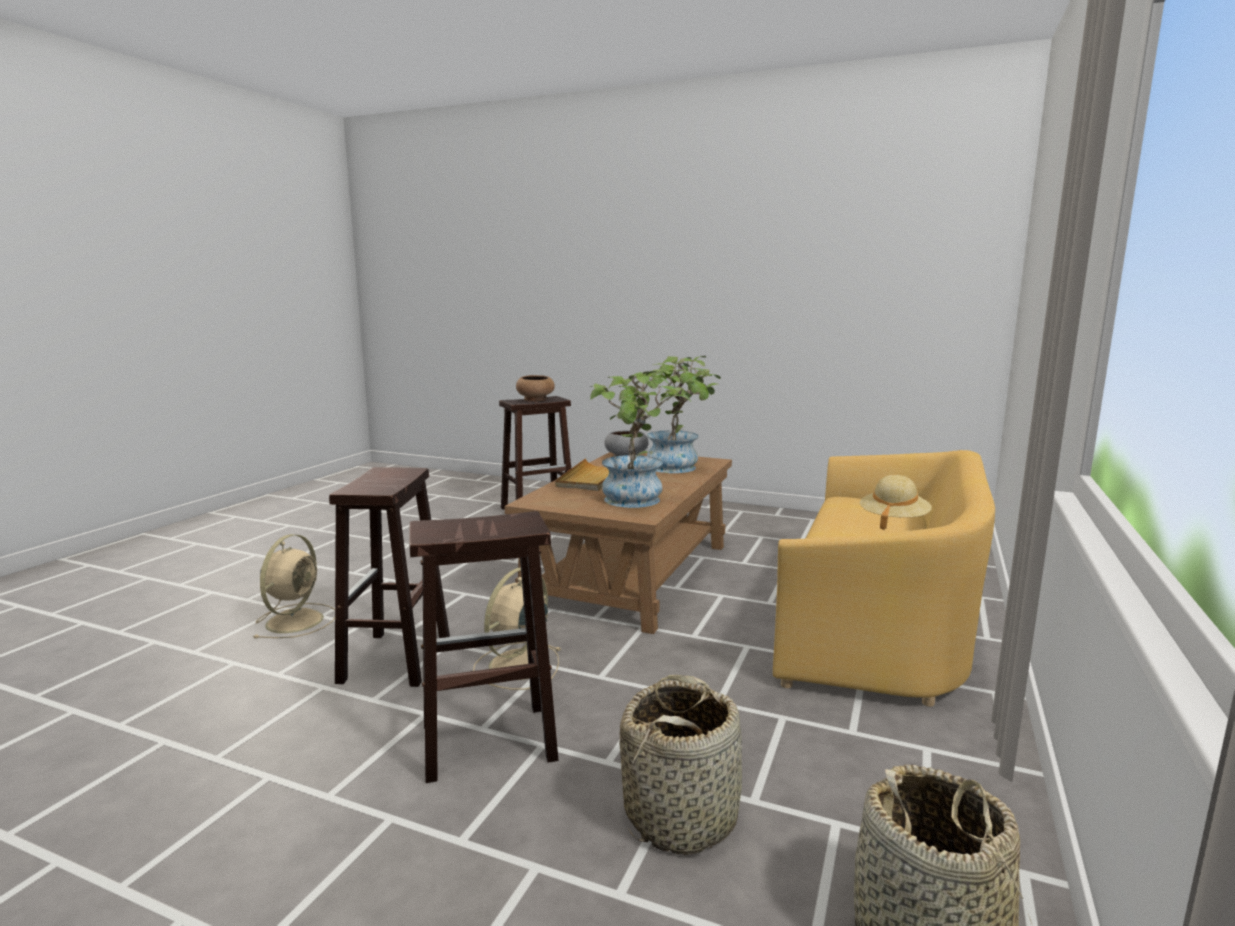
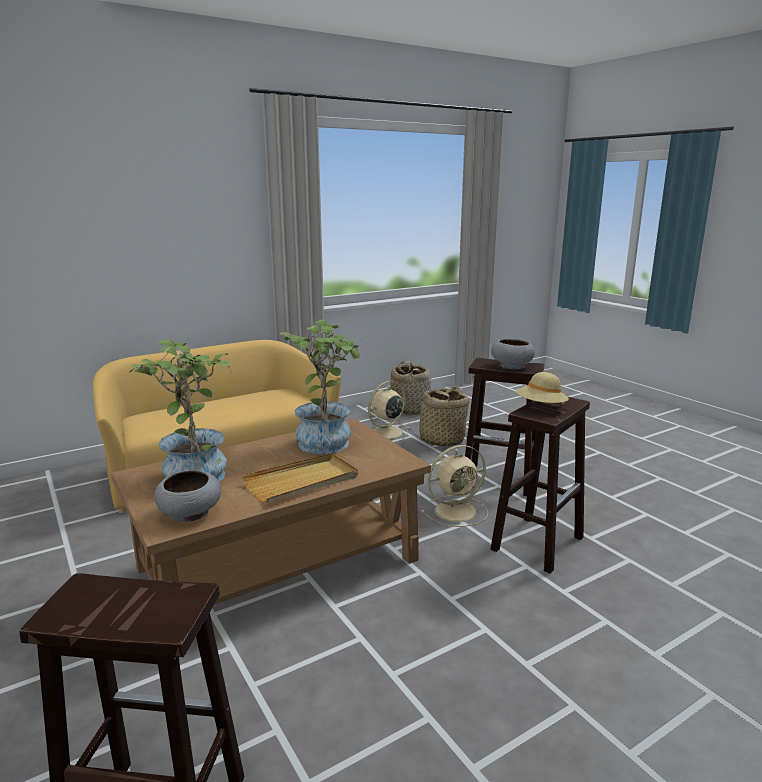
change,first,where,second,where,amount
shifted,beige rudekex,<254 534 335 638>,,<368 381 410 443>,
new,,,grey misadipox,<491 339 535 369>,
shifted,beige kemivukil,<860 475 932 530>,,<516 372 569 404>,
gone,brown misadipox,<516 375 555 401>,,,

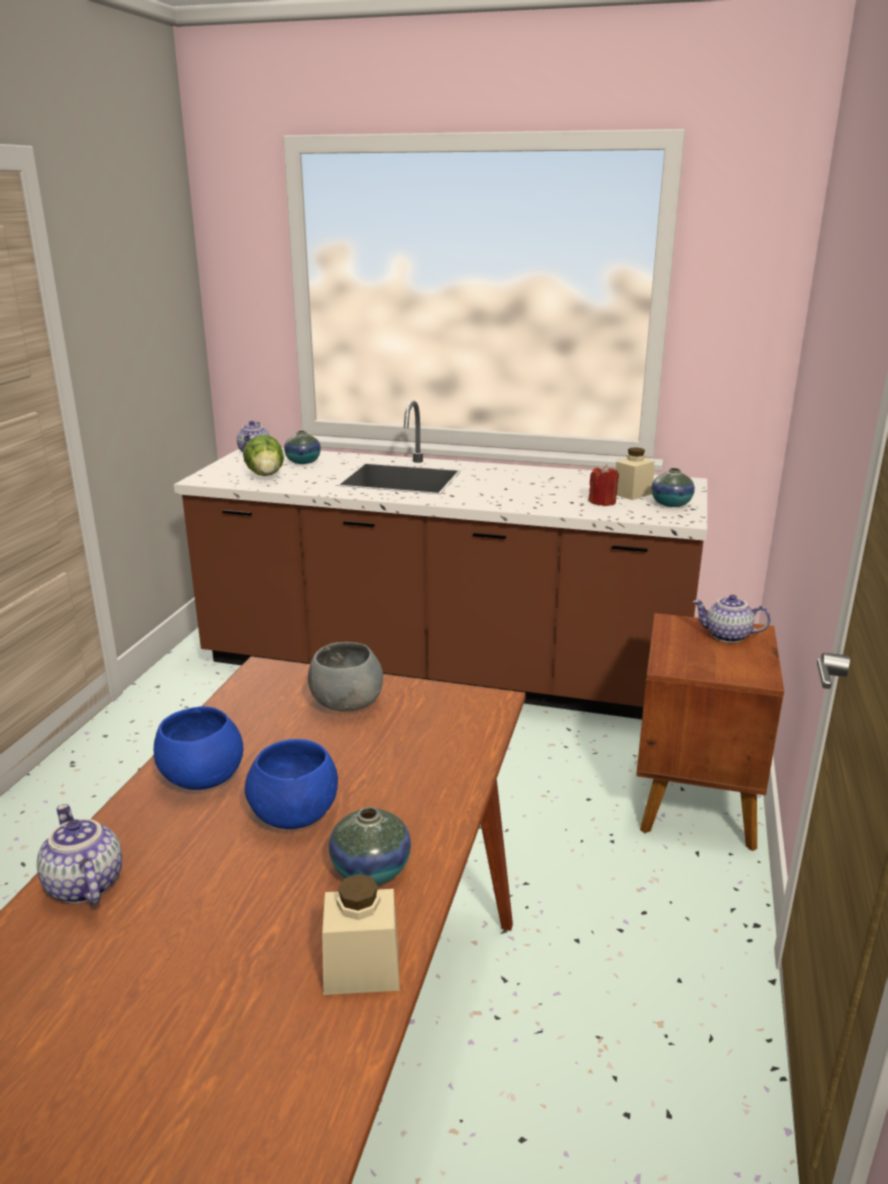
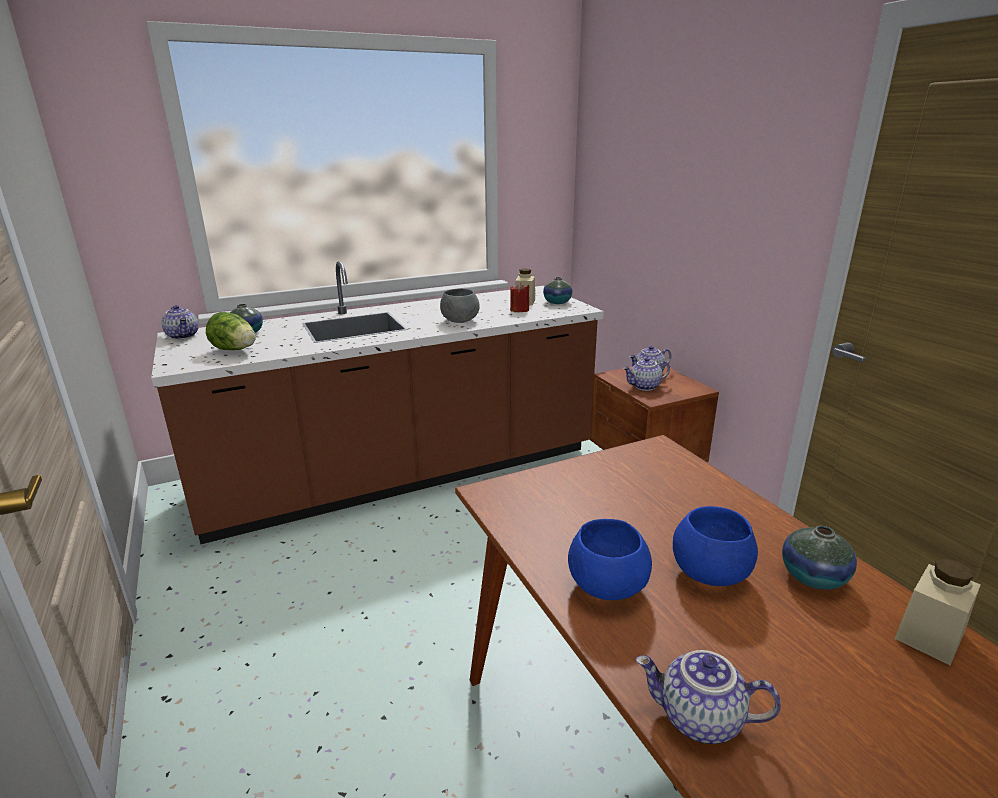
change,first,where,second,where,amount
shifted,grey misadipox,<308 642 383 712>,,<440 288 479 323>,
new,,,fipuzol,<623 357 670 391>,

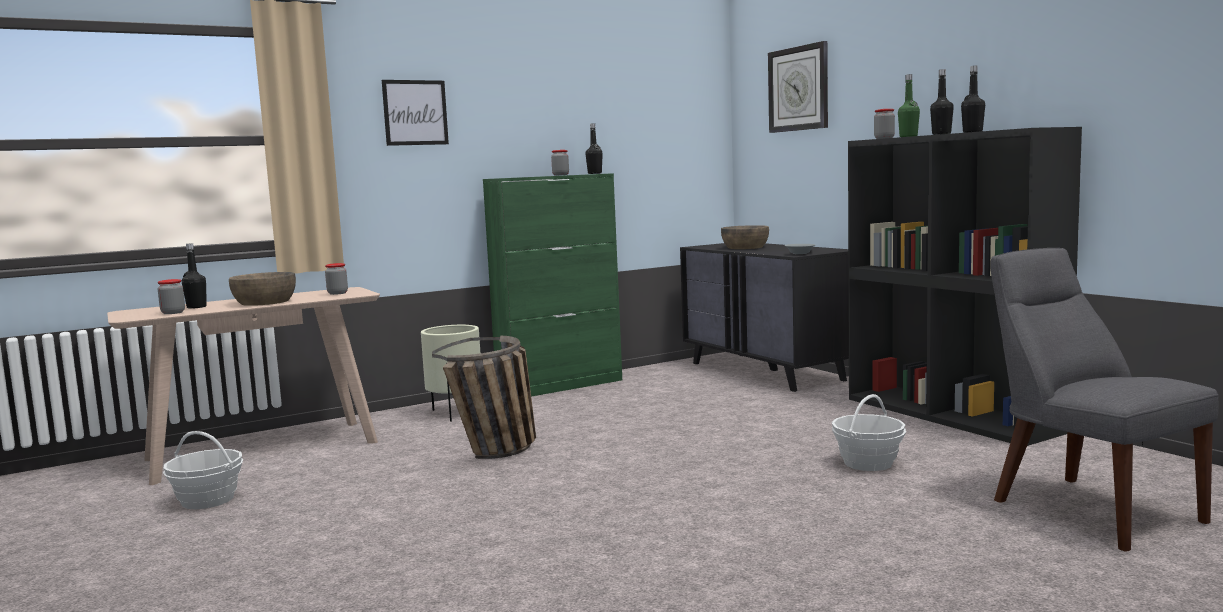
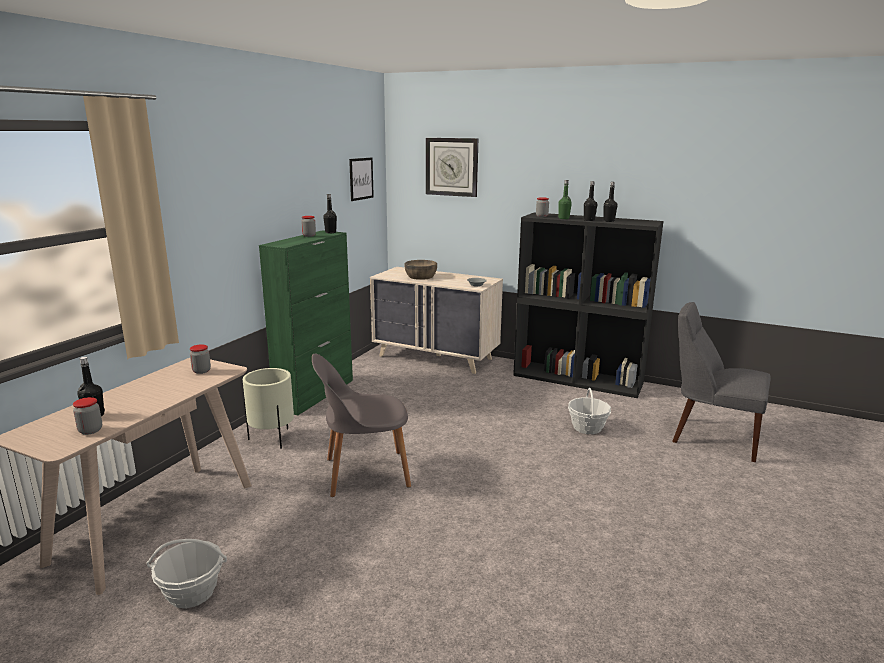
change,first,where,second,where,amount
swapped,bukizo,<432 335 536 459>,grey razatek,<312 354 411 497>,
shifted,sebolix,<382 80 449 146>,,<349 158 374 201>,
repainted,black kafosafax,<680 243 849 392>,beige kafosafax,<370 267 503 374>,
gone,brown misadipox,<229 272 296 306>,,,

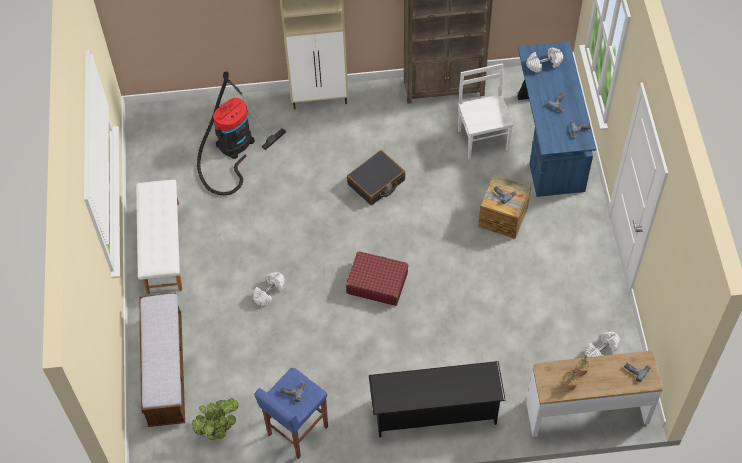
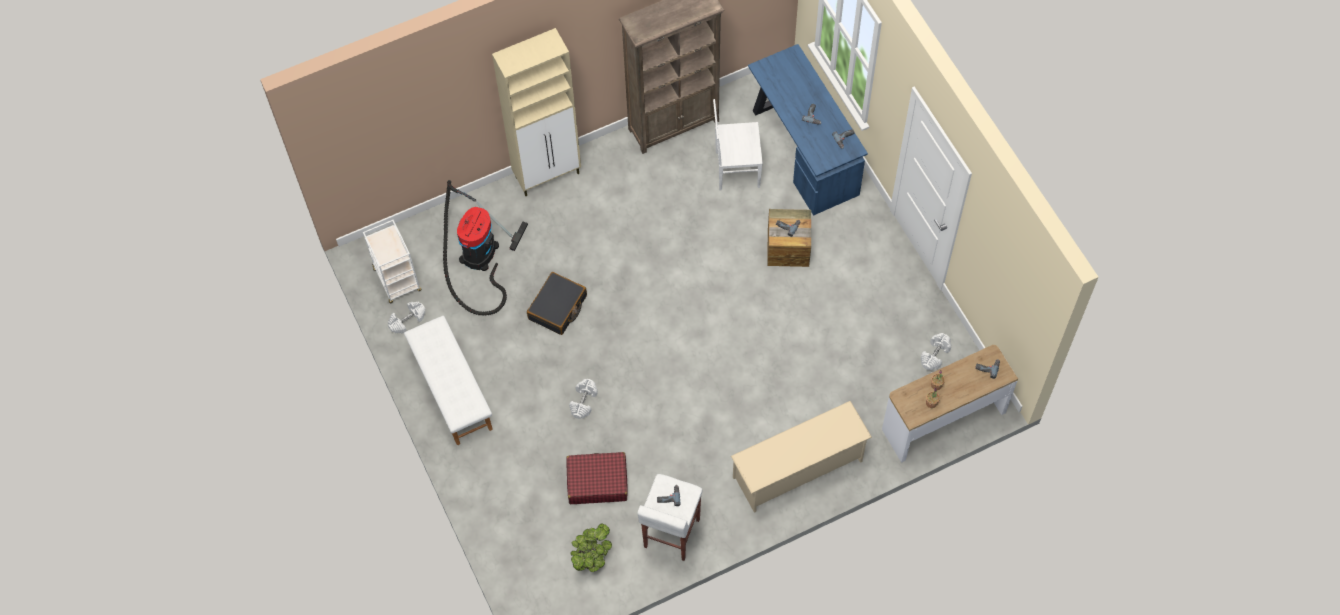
change,first,where,second,where,amount
new,,,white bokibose,<363 220 422 304>,
shifted,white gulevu,<526 48 563 73>,,<388 302 426 334>,
shifted,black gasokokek,<347 150 405 205>,,<527 272 587 335>,
shifted,red gasokokek,<346 252 408 306>,,<566 452 628 504>,
repainted,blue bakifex,<254 368 328 459>,white bakifex,<638 474 702 561>,
rotated,white razatek,<458 63 514 160>,,<713 99 763 191>,60 degrees counterclockwise
repainted,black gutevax,<369 361 506 437>,beige gutevax,<731 401 872 513>,
gone,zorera,<139 293 185 427>,,,

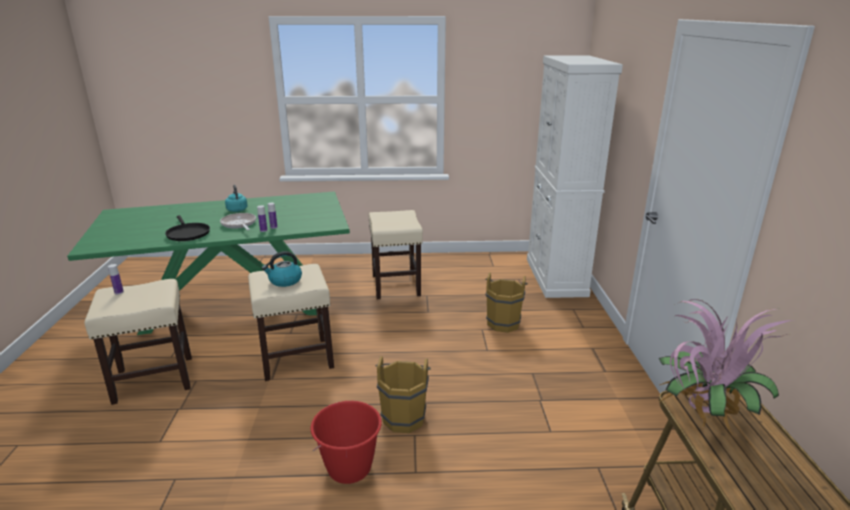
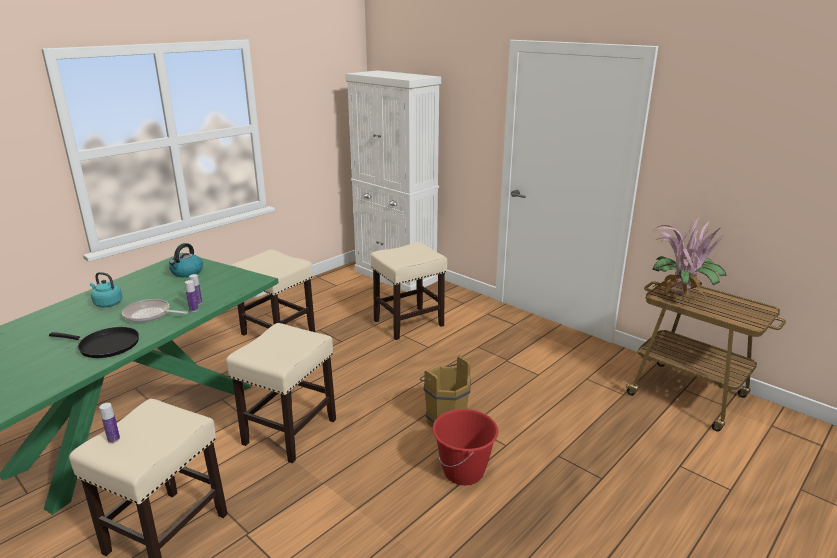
change,first,where,second,where,amount
shifted,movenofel,<262 251 302 287>,,<169 243 203 277>,
swapped,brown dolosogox,<485 272 528 333>,beige bakifex,<371 242 448 340>,

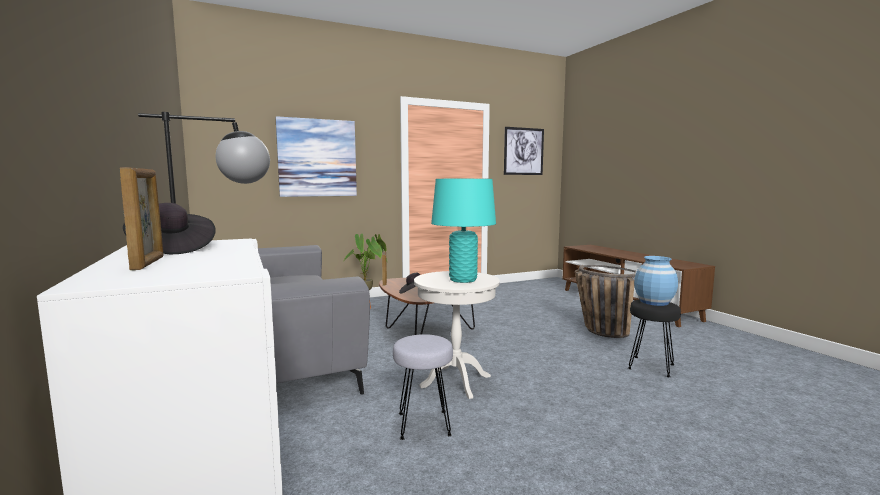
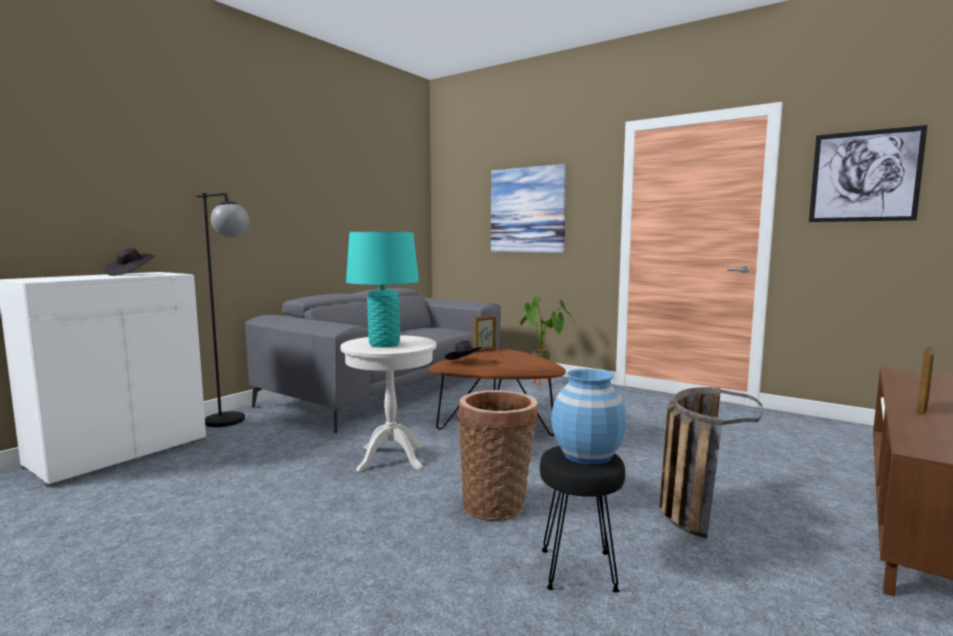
change,first,where,second,where,amount
new,,,bukizo,<458 390 539 521>,
shifted,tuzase,<120 167 164 270>,,<916 347 935 414>,
gone,grey bakifex,<393 334 453 440>,,,

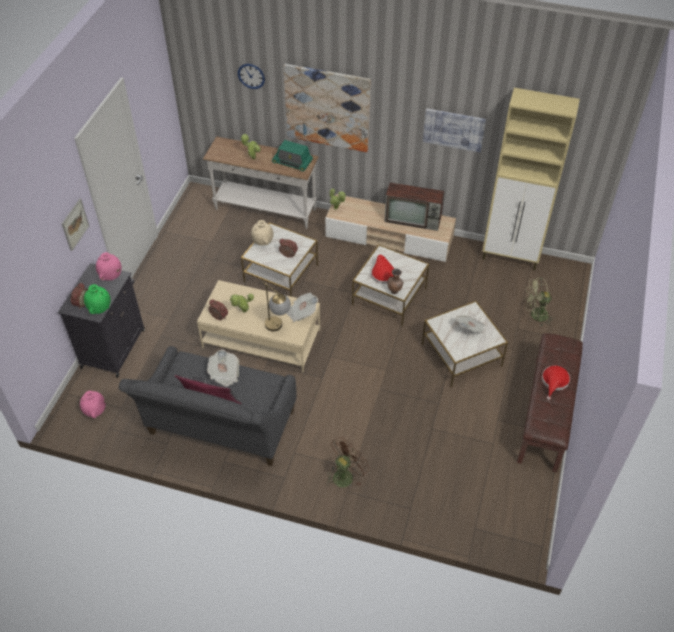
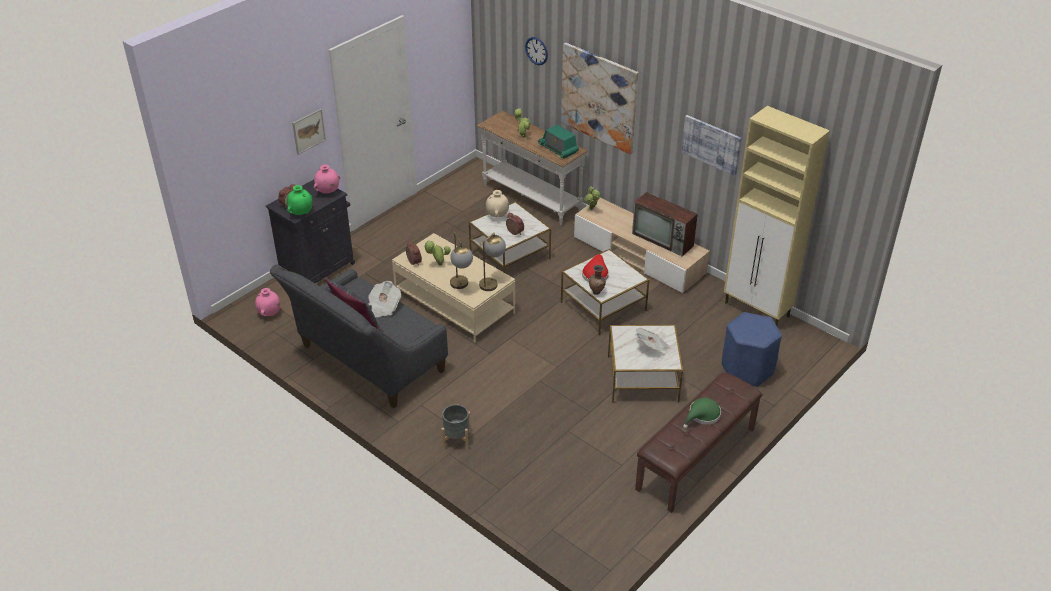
change,first,where,second,where,amount
swapped,brown rudekex,<327 437 368 488>,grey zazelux,<441 404 471 450>,
swapped,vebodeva,<286 293 318 322>,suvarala,<479 233 506 291>,
repainted,red kemivukil,<542 366 570 400>,green kemivukil,<683 398 721 429>,
swapped,green rudekex,<525 278 555 327>,blue bakifex,<722 312 782 387>,

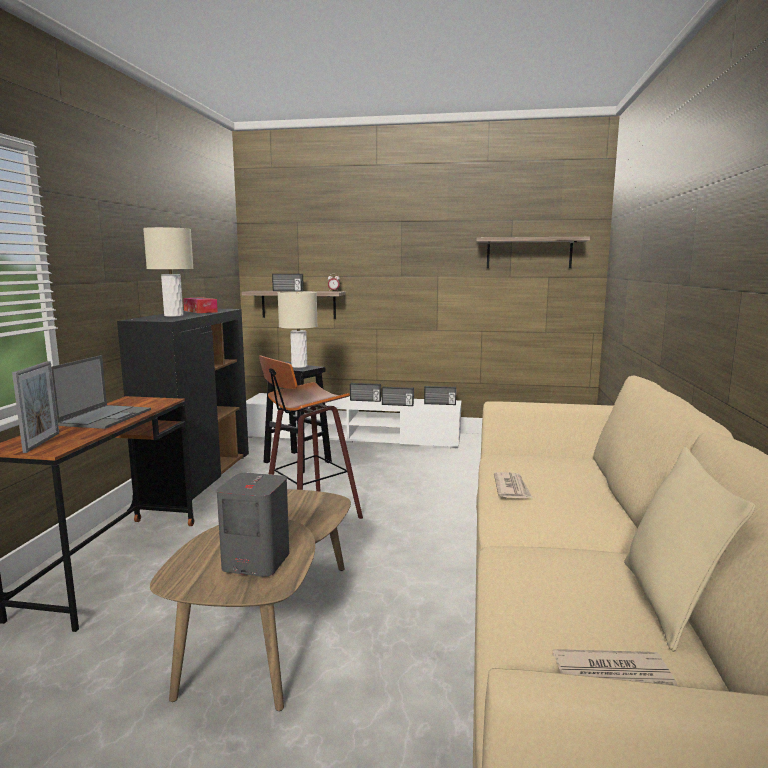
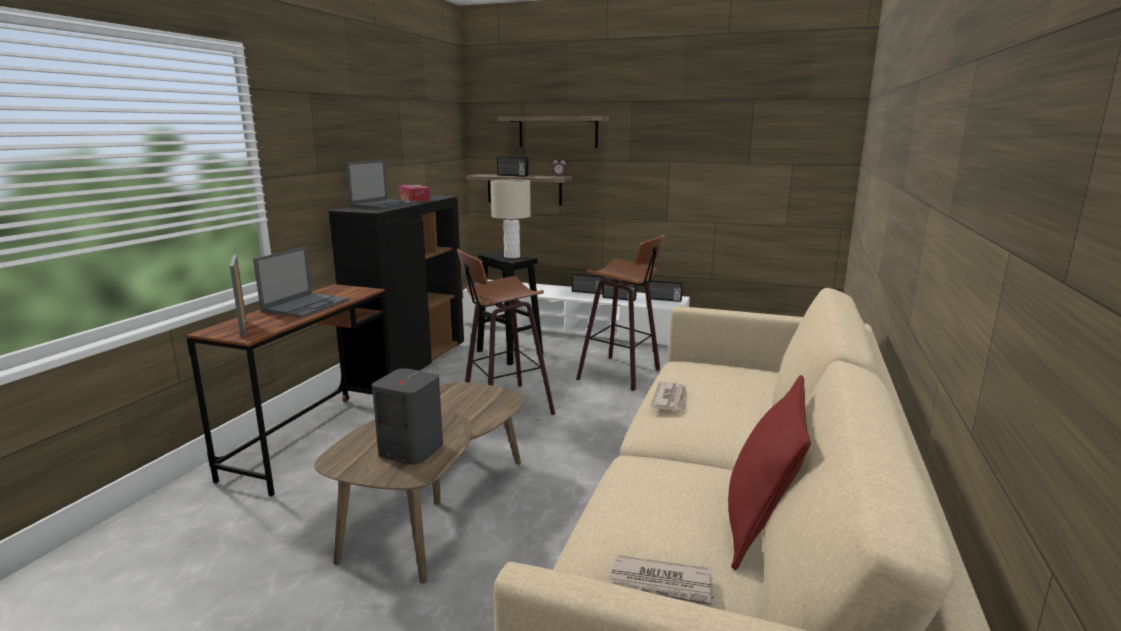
change,first,where,second,where,amount
rotated,tuzase,<12 361 59 453>,,<230 255 247 337>,150 degrees clockwise
swapped,beige suvarala,<143 227 194 317>,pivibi,<346 160 418 209>,
shifted,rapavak,<476 237 590 268>,,<498 116 609 148>,
new,,,bakifex,<576 235 665 391>,
repainted,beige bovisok,<624 447 755 652>,red bovisok,<728 375 811 570>,

